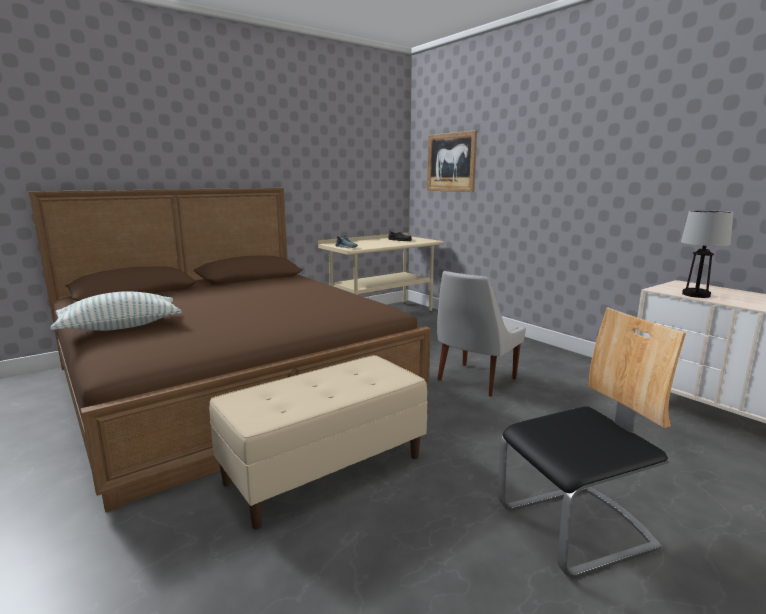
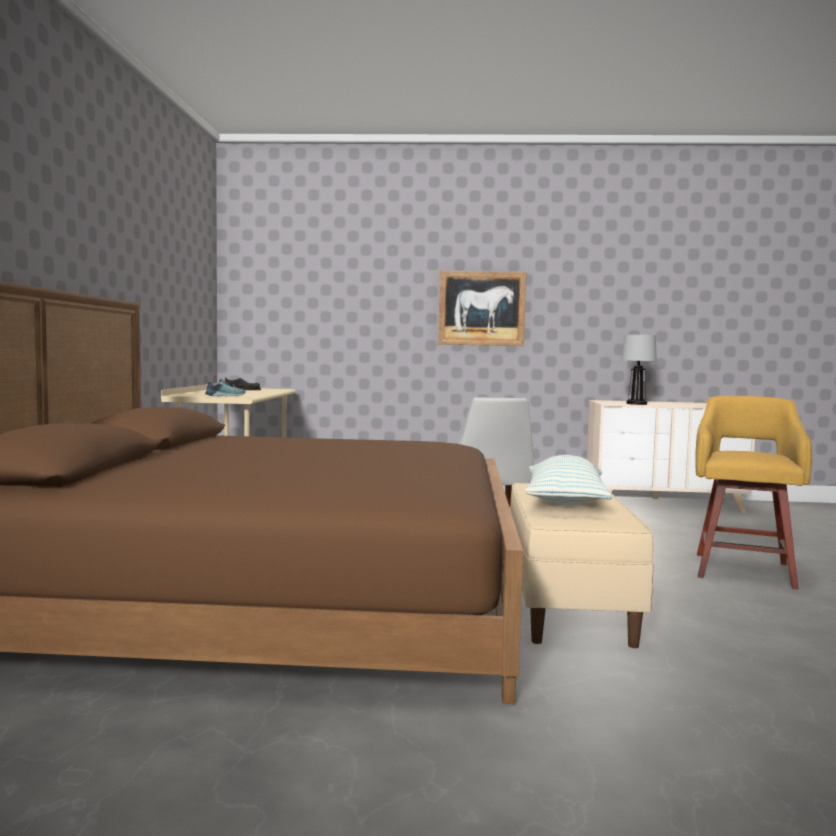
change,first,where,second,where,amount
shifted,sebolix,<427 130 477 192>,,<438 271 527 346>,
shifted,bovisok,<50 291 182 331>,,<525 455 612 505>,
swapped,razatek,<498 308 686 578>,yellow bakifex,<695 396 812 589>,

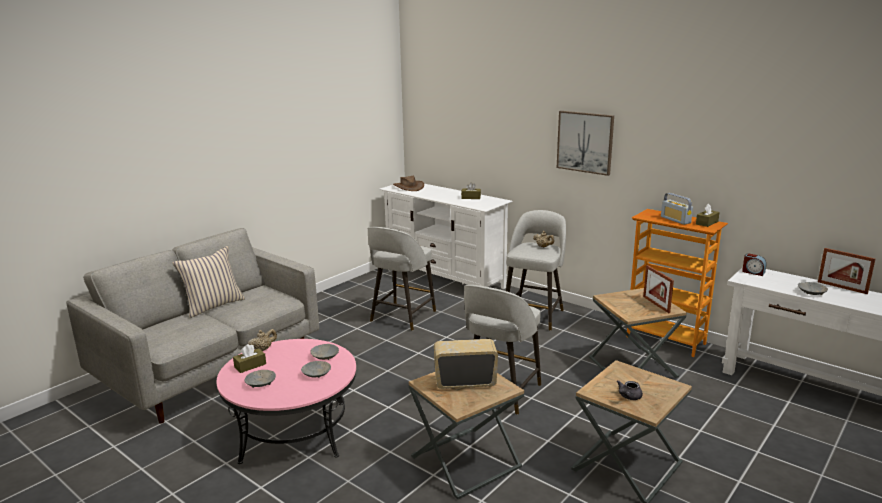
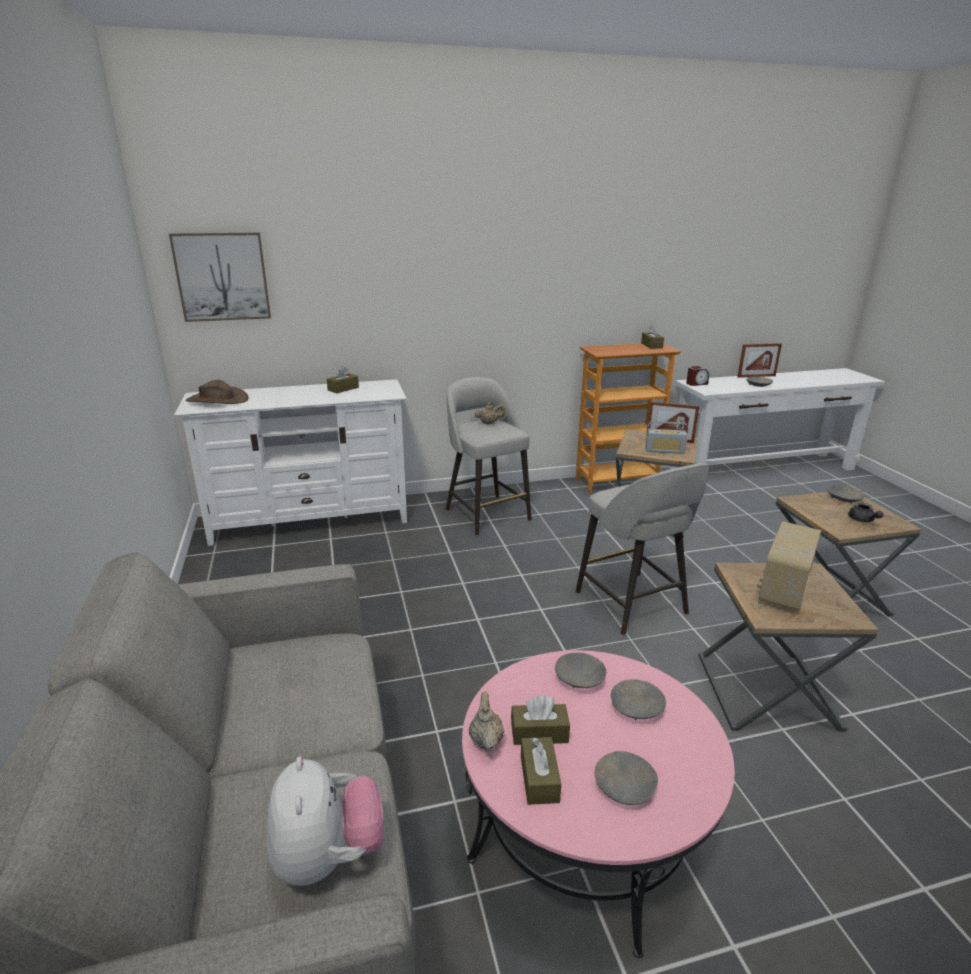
change,first,where,second,where,amount
shifted,sebolix,<557 111 614 176>,,<169 233 271 322>,
new,,,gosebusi,<267 756 384 886>,
new,,,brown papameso,<511 695 570 745>,
shifted,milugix,<661 193 693 225>,,<645 421 688 454>,
new,,,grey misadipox,<827 485 865 503>,
gone,beige bovisok,<172 246 245 318>,,,
gone,grey bakifex,<368 227 436 331>,,,

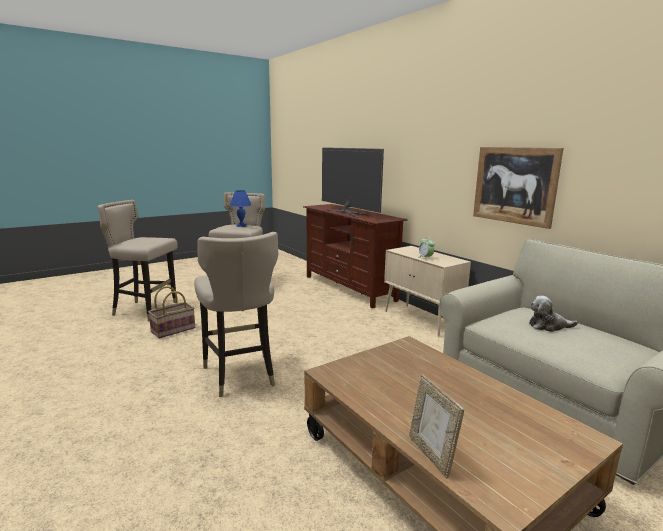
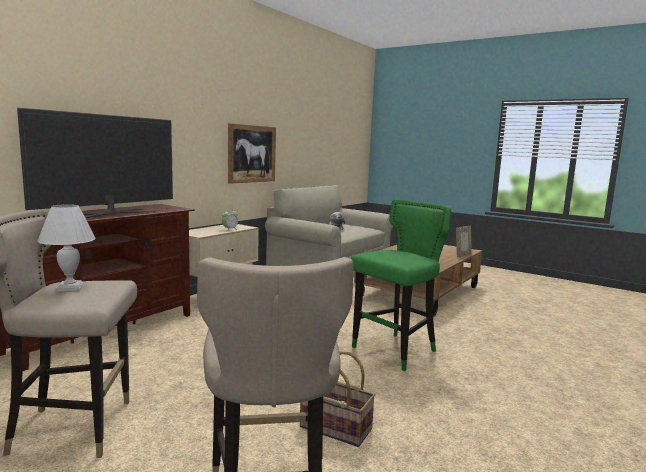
change,first,where,second,where,amount
repainted,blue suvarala,<230 190 251 227>,white suvarala,<37 204 96 291>,
repainted,beige bakifex,<194 232 278 397>,green bakifex,<350 199 451 371>,

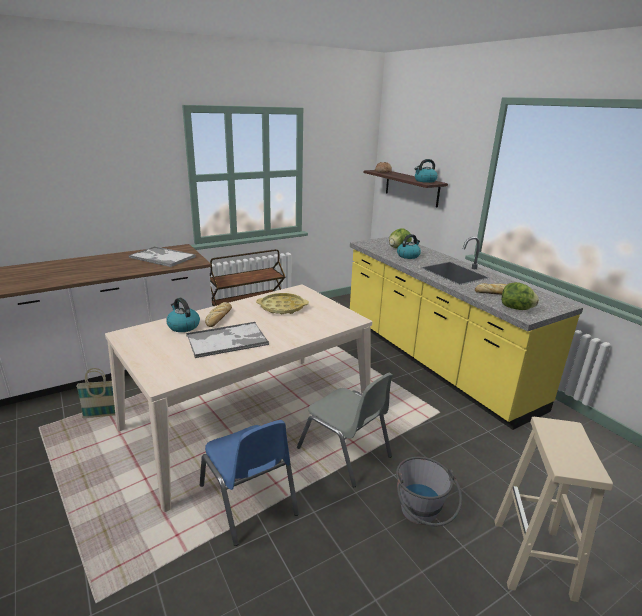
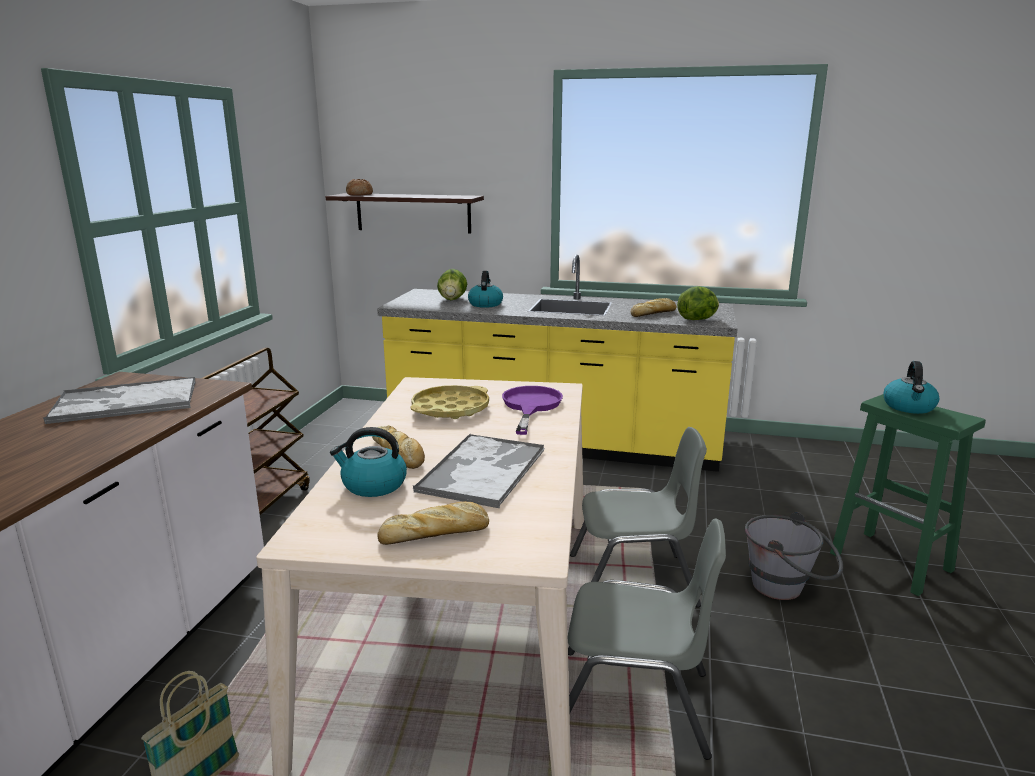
change,first,where,second,where,amount
new,,,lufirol,<377 501 489 545>,
new,,,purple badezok,<502 386 563 435>,
repainted,blue razatek,<200 420 299 546>,grey razatek,<568 518 726 760>,
repainted,beige bakifex,<495 417 613 602>,green bakifex,<830 394 986 596>,
shifted,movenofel,<415 159 438 183>,,<883 361 939 414>,

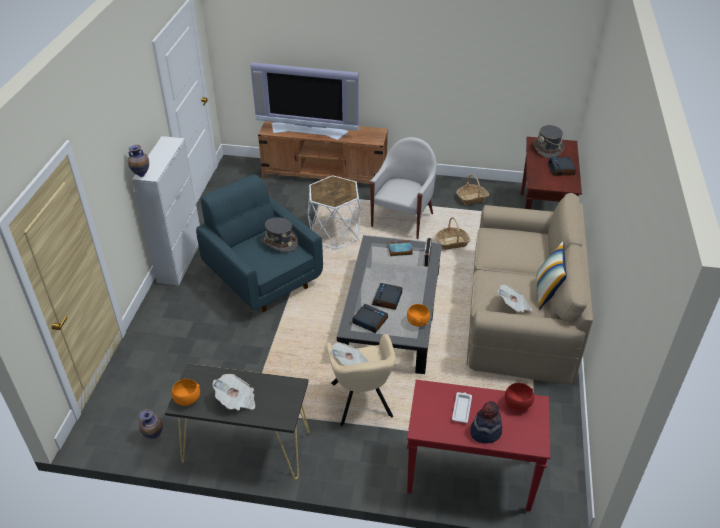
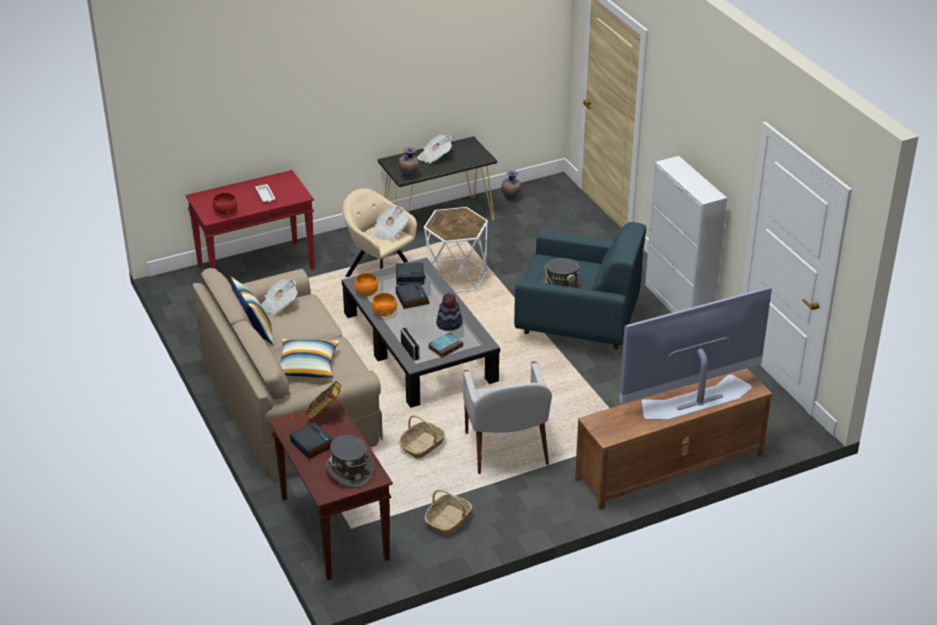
change,first,where,second,where,amount
new,,,bovisok,<280 339 340 378>,
new,,,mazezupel,<305 381 341 420>,
shifted,orange misadipox,<172 379 200 406>,,<372 293 397 316>,
shifted,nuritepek,<128 145 149 177>,,<398 147 419 178>,
shifted,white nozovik,<308 175 361 250>,,<424 207 488 292>,
shifted,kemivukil,<470 401 502 443>,,<436 293 463 331>,

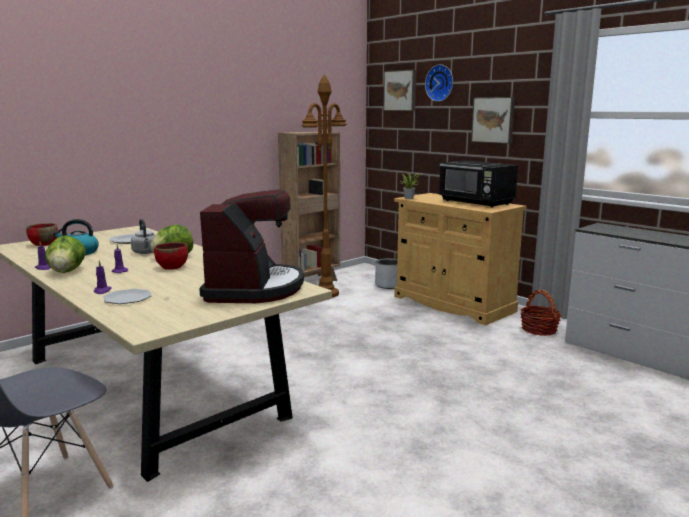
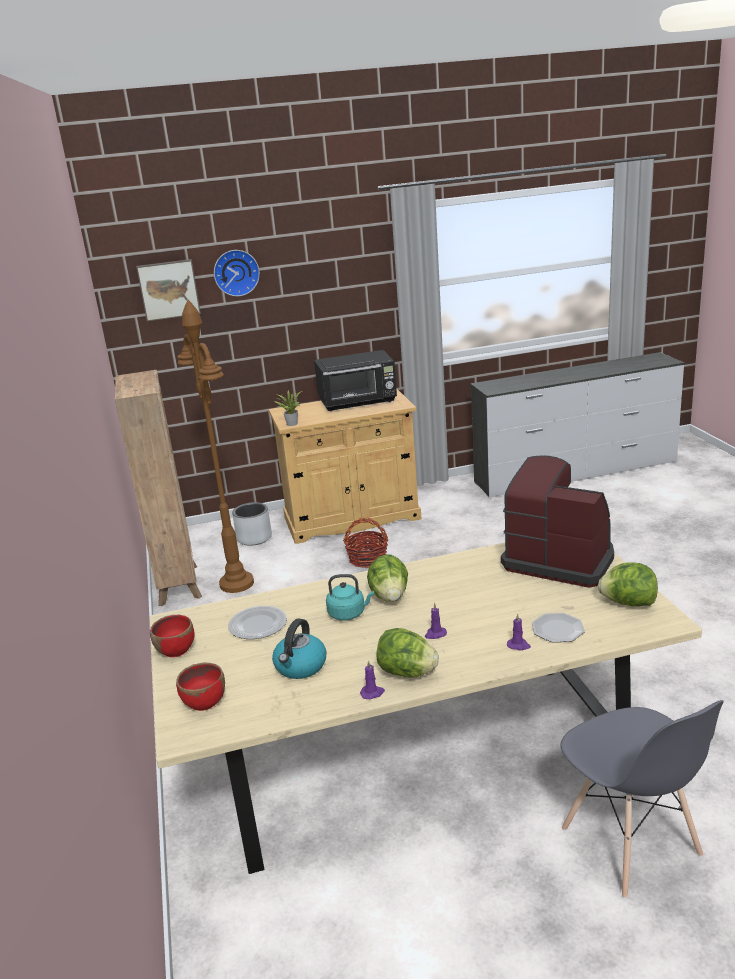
change,first,where,second,where,amount
shifted,red misadipox,<154 242 188 270>,,<150 615 194 657>,
repainted,grey movenofel,<131 219 156 254>,turquoise movenofel,<326 574 374 621>,
shifted,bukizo,<520 290 562 336>,,<343 518 388 568>,
new,,,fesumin,<598 563 658 606>,
gone,sebolix,<471 97 515 144>,,,

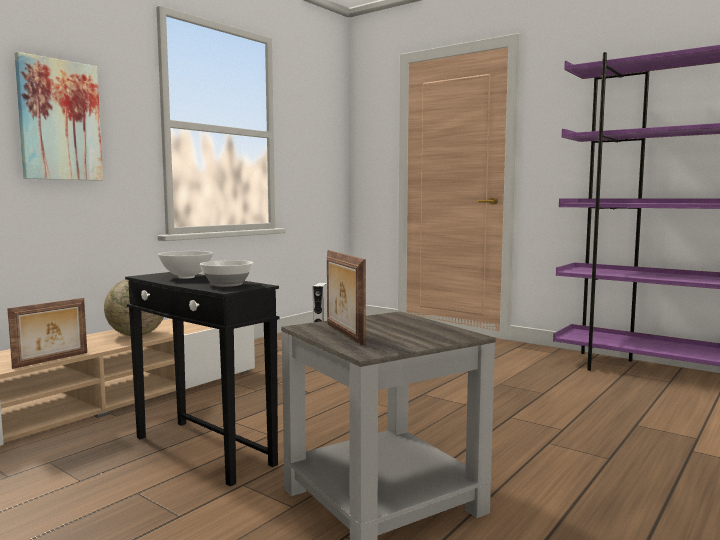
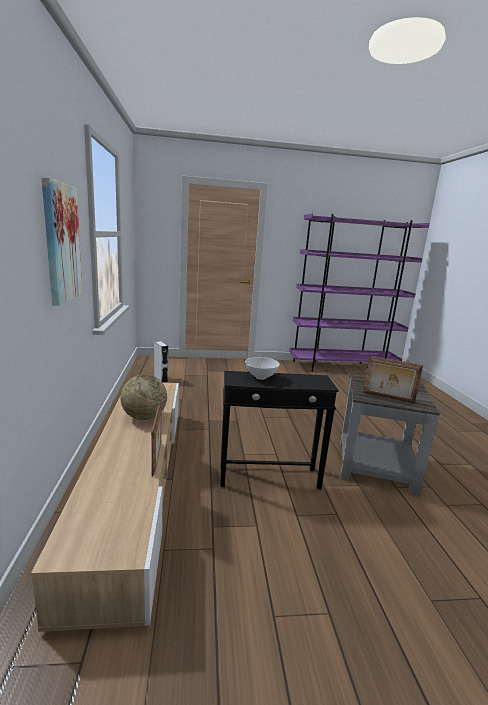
change,first,where,second,where,amount
gone,misadipox,<200 260 253 287>,,,

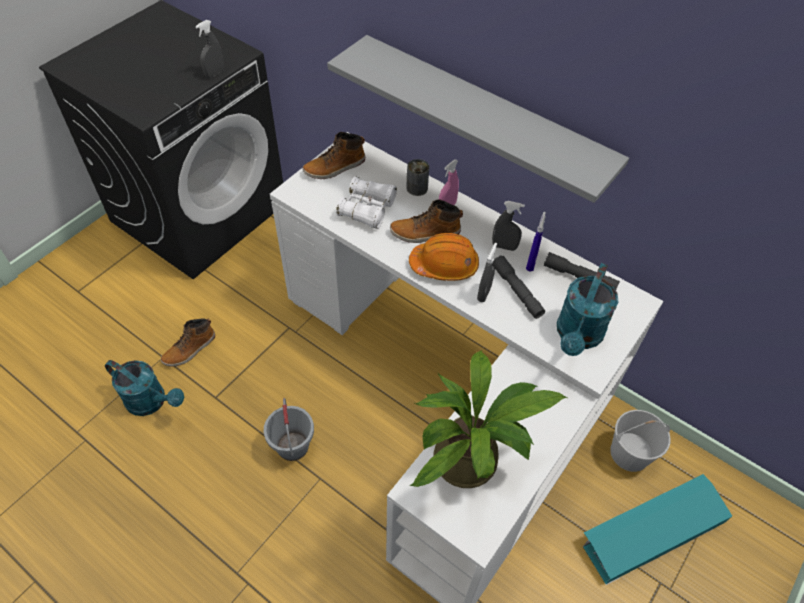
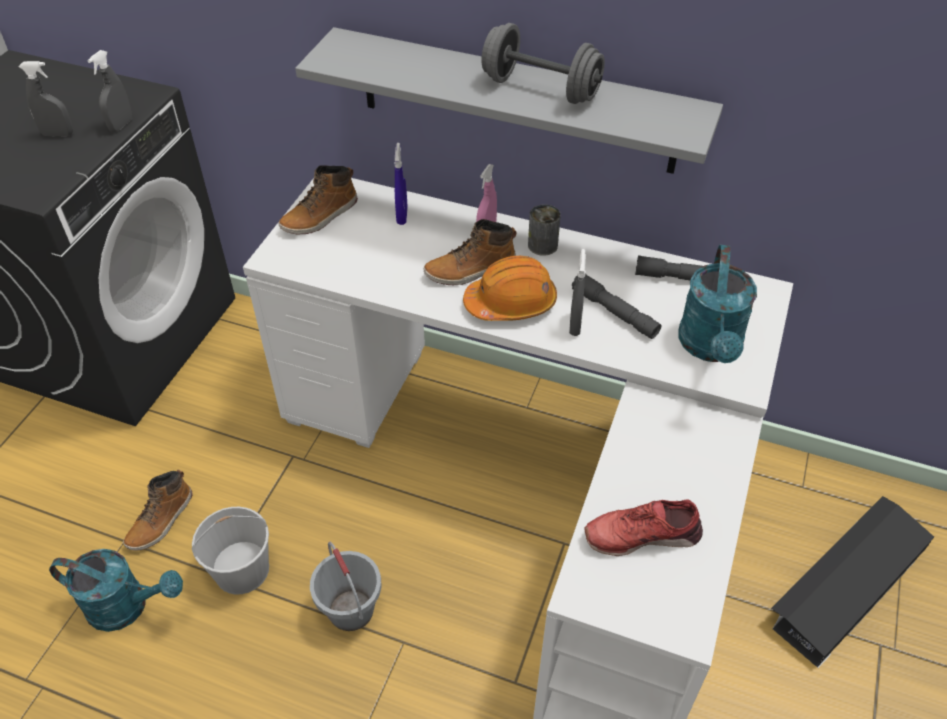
change,first,where,second,where,amount
shifted,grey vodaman,<492 201 525 251>,,<19 61 73 136>,
shifted,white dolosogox,<610 410 671 472>,,<192 507 269 595>,
shifted,blue vodaman,<526 212 546 272>,,<395 143 408 225>,
new,,,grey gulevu,<481 23 605 104>,
shifted,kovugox,<406 159 429 196>,,<528 204 561 256>,
swapped,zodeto,<409 350 567 488>,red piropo,<584 500 703 556>,
repainted,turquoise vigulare,<583 474 732 585>,black vigulare,<771 496 934 668>,
gone,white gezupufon,<336 176 397 229>,,,

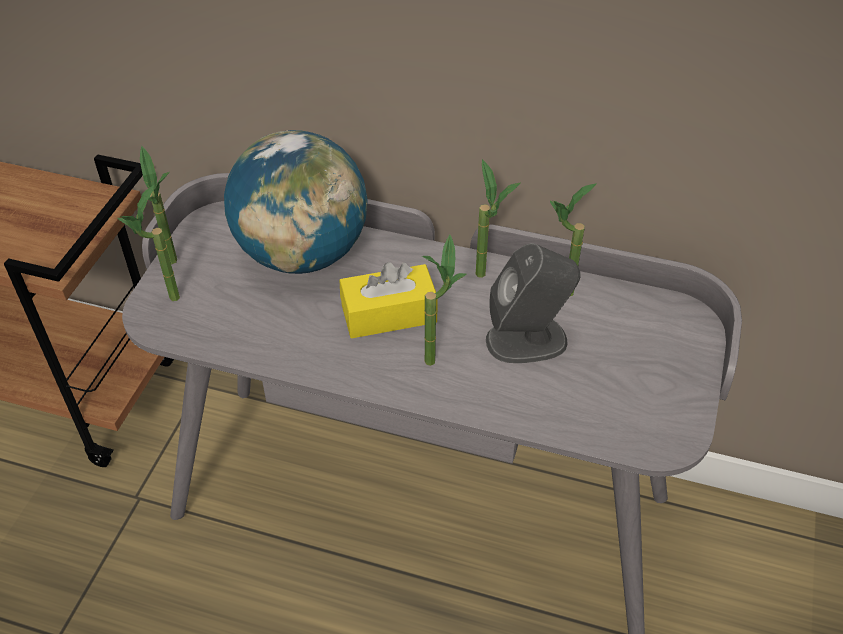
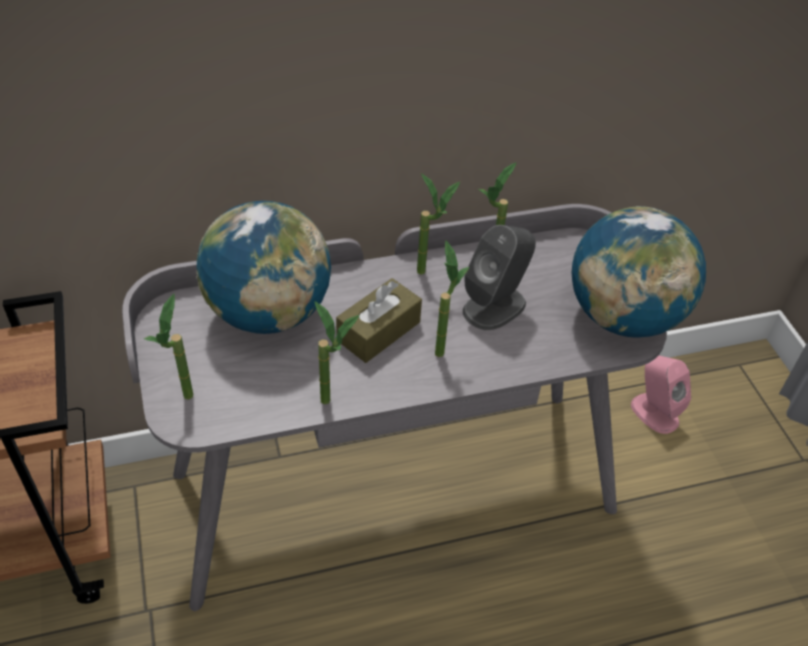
change,first,where,second,where,amount
shifted,zodeto,<140 146 177 264>,,<314 301 359 404>,
repainted,yellow papameso,<340 262 438 338>,brown papameso,<336 278 422 363>,
new,,,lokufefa,<571 206 706 338>,
new,,,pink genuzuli,<631 355 691 434>,

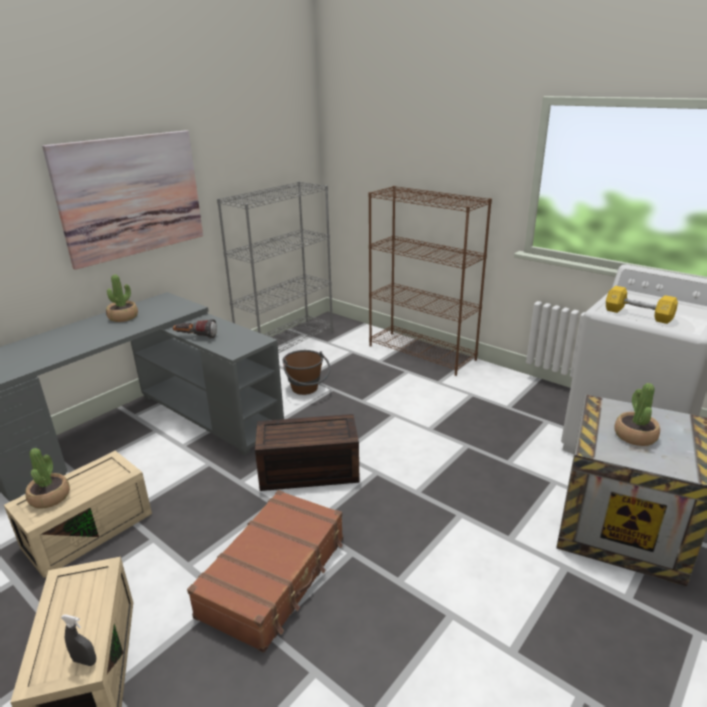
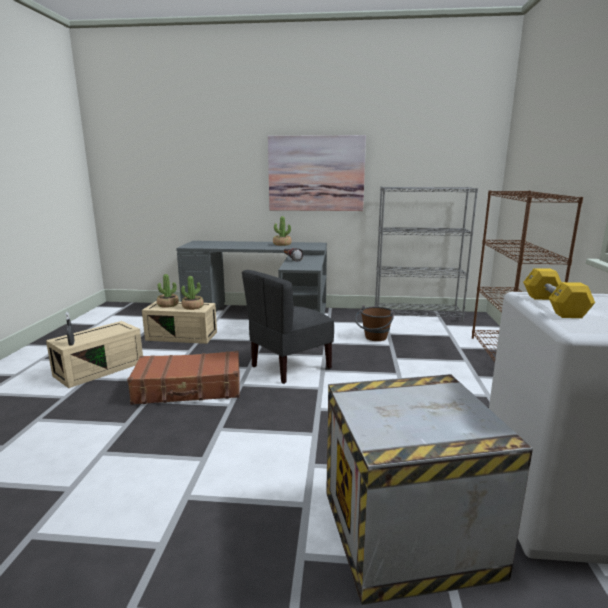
change,first,where,second,where,amount
shifted,zodeto,<614 383 660 446>,,<181 276 204 310>,
swapped,brown vigulare,<255 414 360 491>,grey razatek,<242 270 334 384>,

